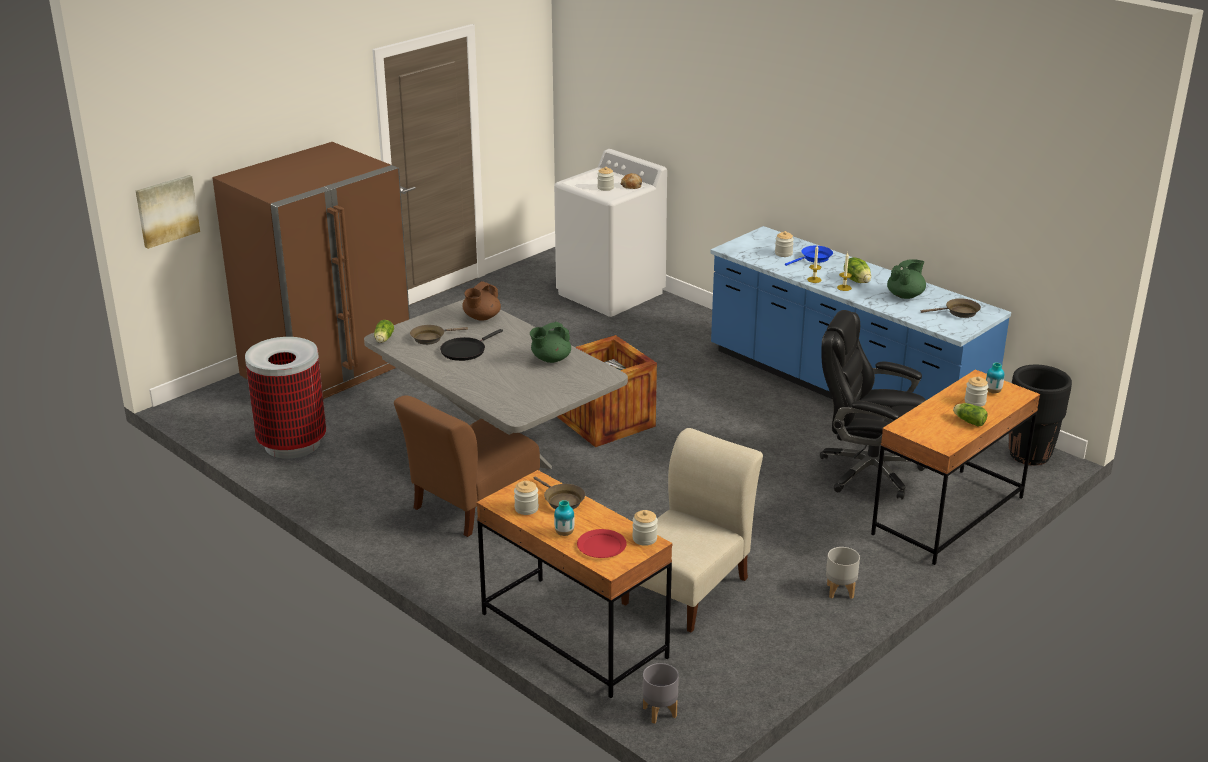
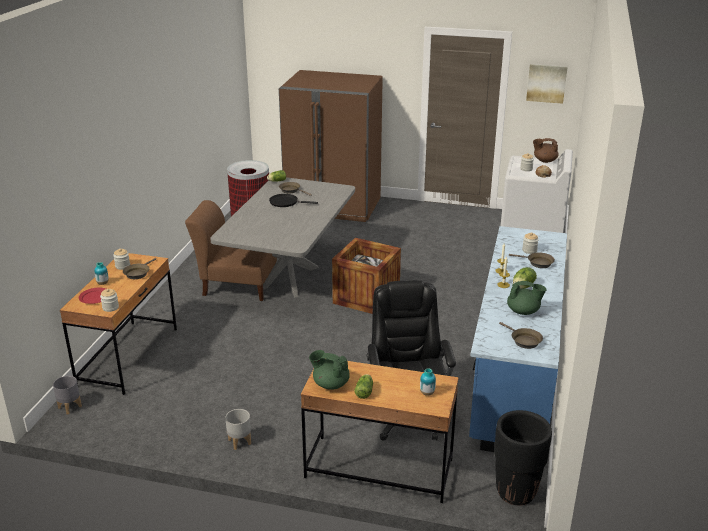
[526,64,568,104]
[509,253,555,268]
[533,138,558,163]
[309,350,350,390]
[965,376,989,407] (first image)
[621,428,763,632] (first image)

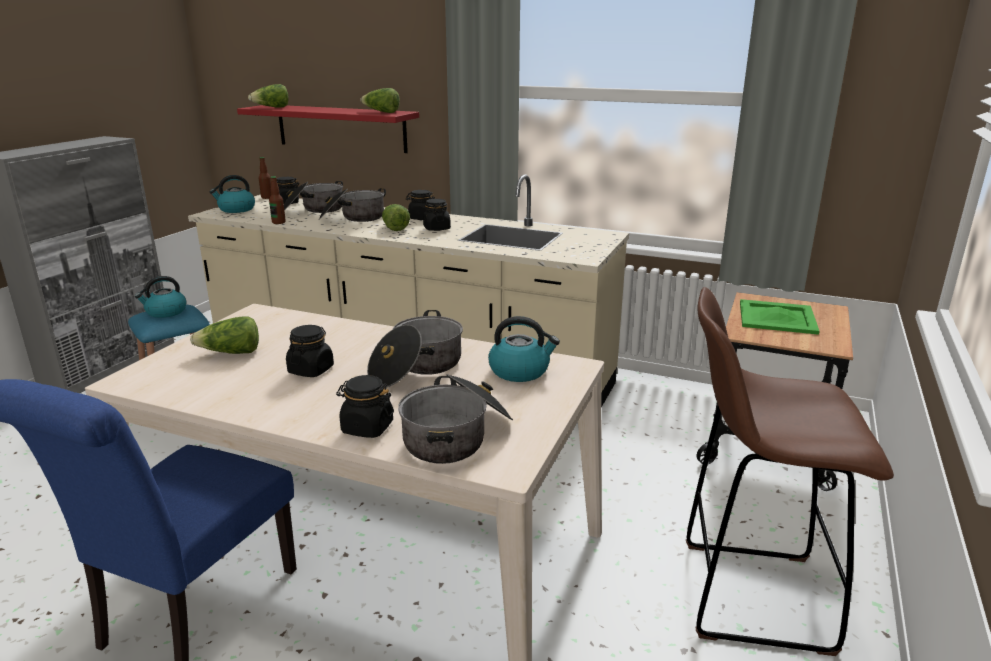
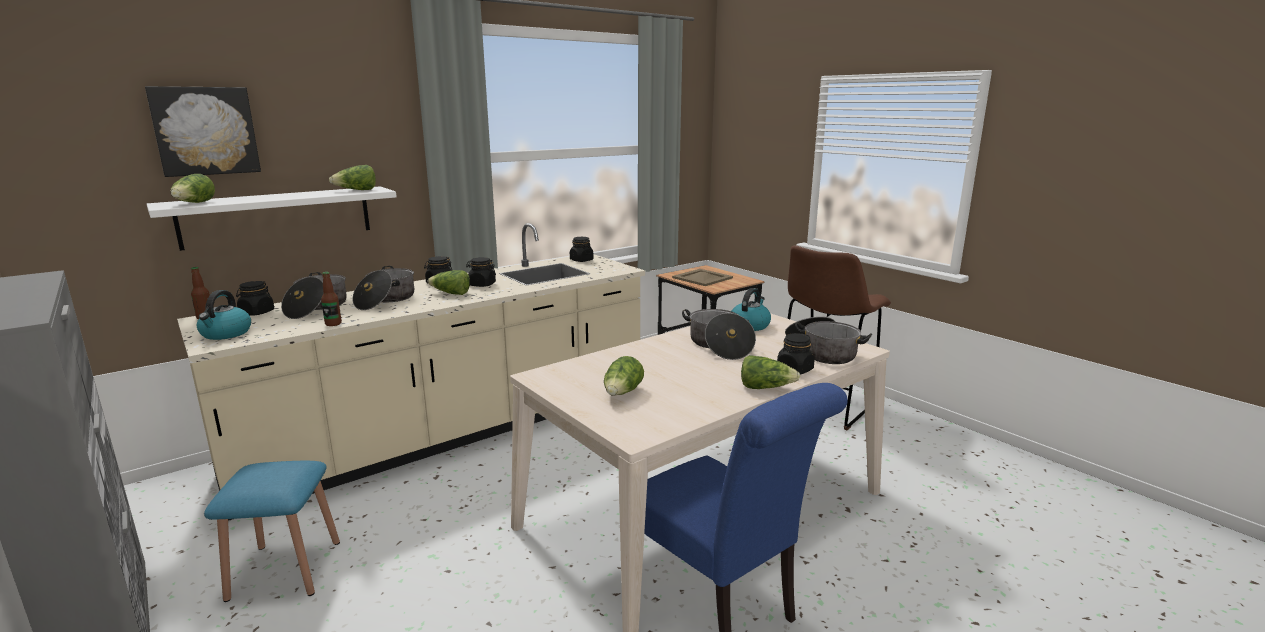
[147,186,397,251]
[135,276,187,318] (first image)
[672,269,733,286]
[570,237,594,262]
[145,86,261,177]
[741,355,800,389]

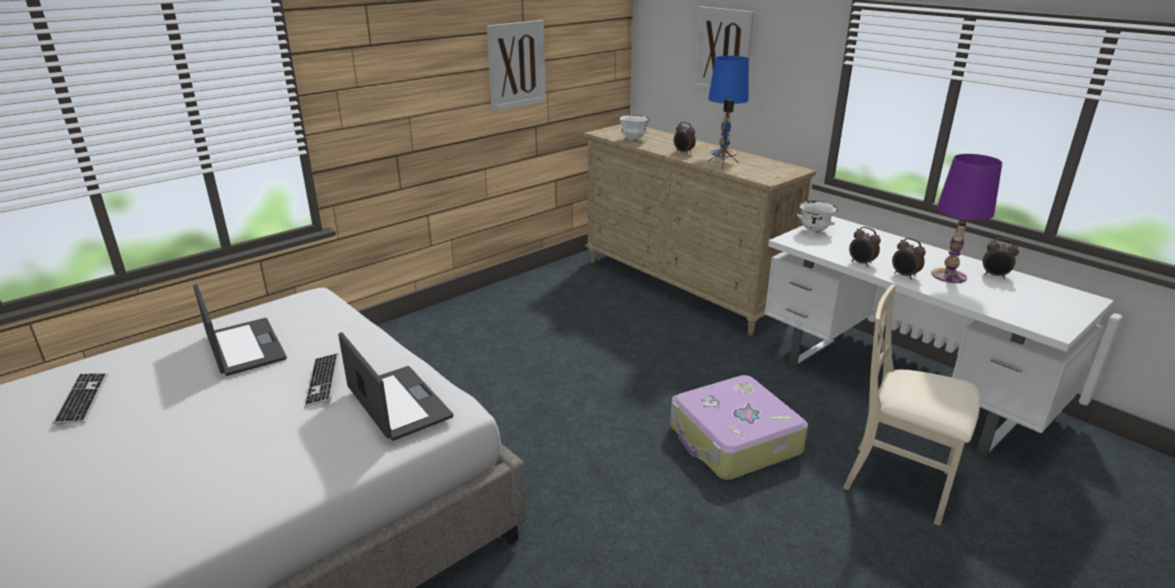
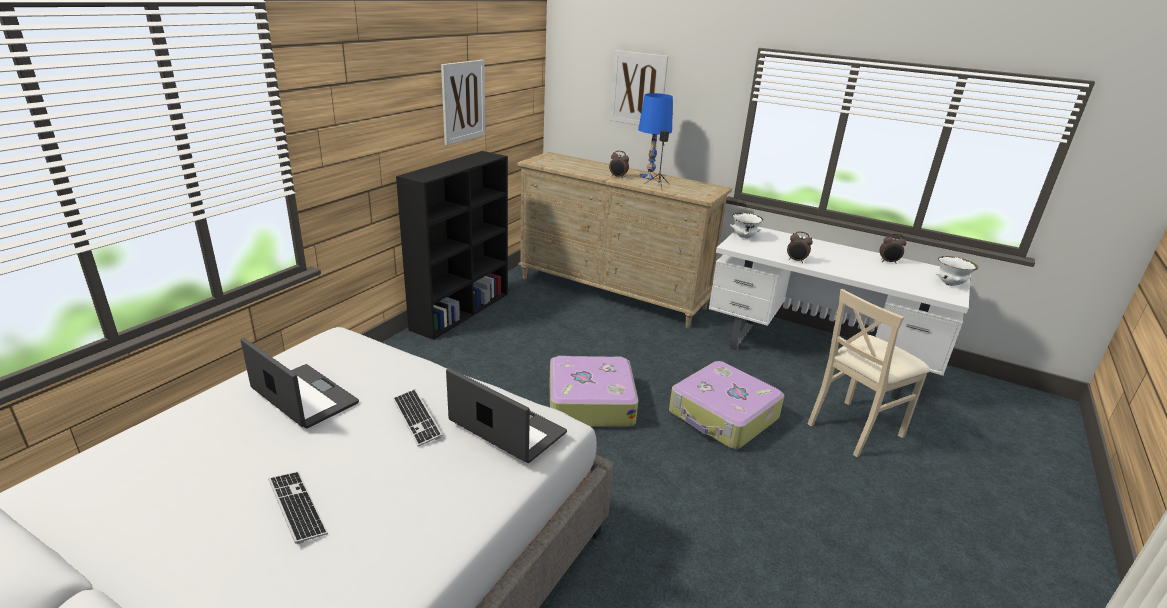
[936,256,978,286]
[931,154,1002,283] (first image)
[892,238,926,280] (first image)
[808,289,930,457]
[269,471,328,544]
[396,151,508,340]
[550,356,638,427]

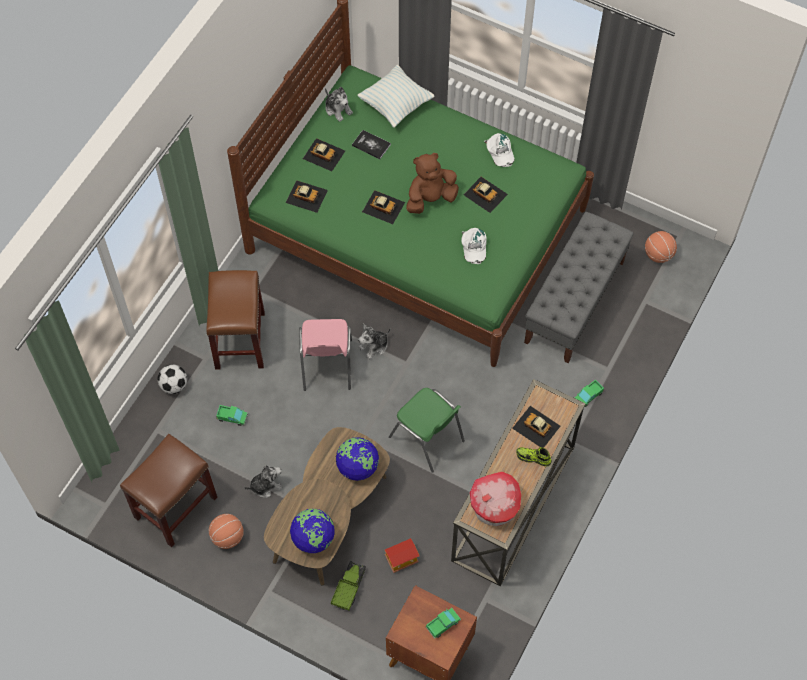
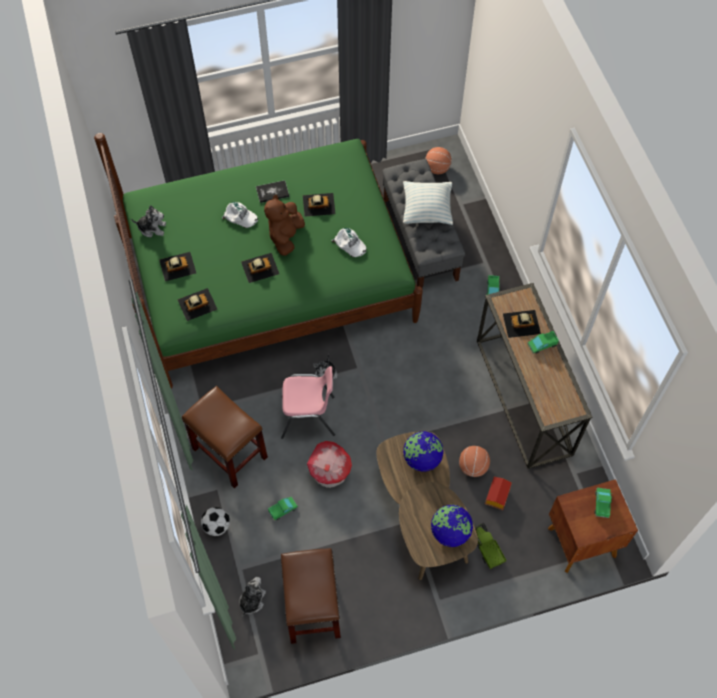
[403,181,453,225]
[256,180,289,203]
[222,202,258,228]
[281,366,335,439]
[389,388,465,473] (first image)
[527,331,559,354]
[239,577,266,616]
[307,441,352,488]
[459,446,490,477]

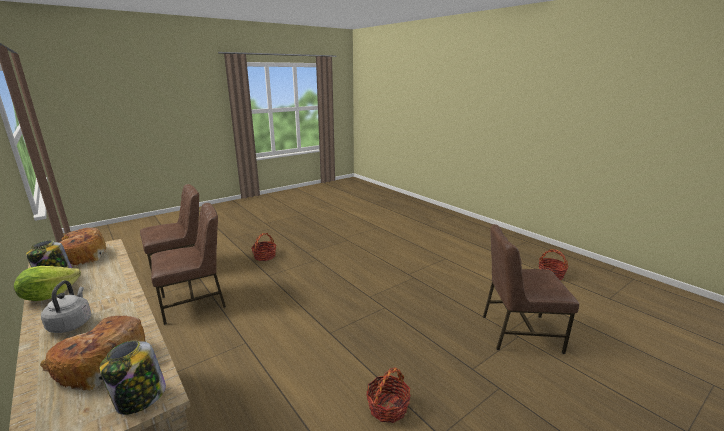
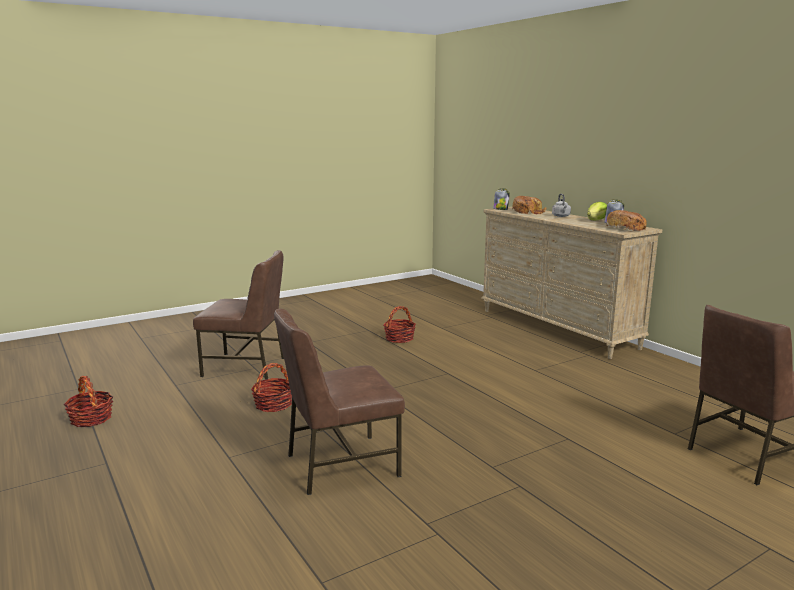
[274,308,405,495]
[251,363,292,412]

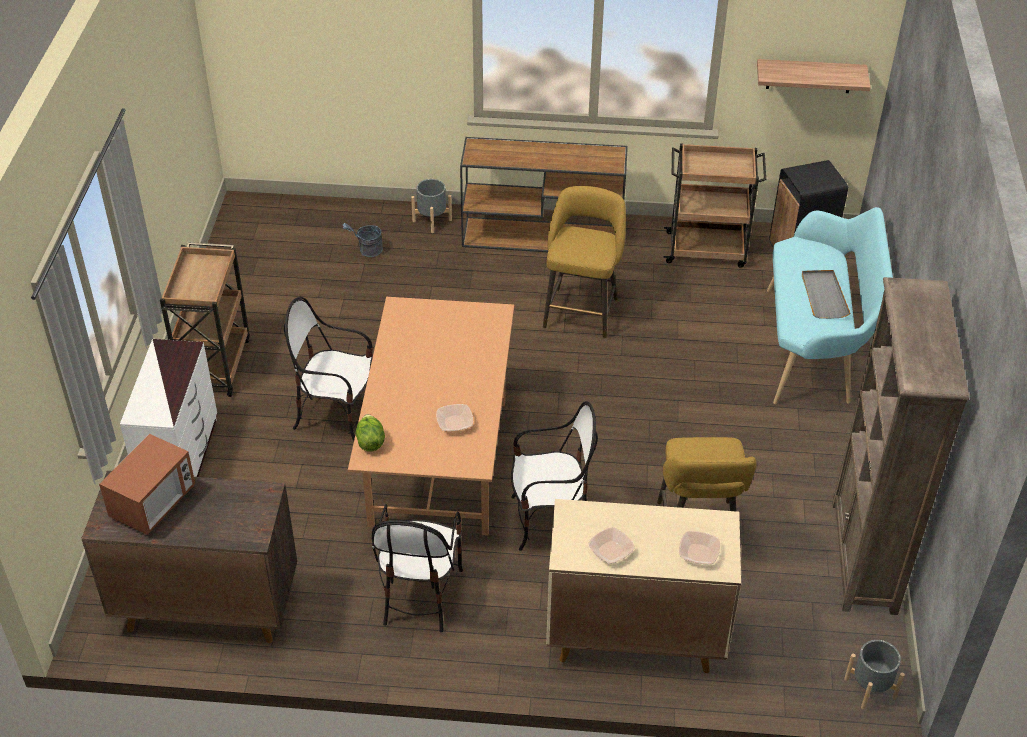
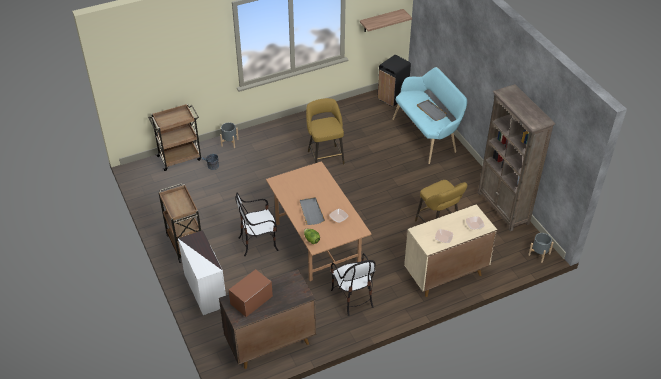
[460,137,628,252] (first image)
[148,104,201,171]
[511,401,598,551] (first image)
[229,269,273,317]
[300,197,325,225]

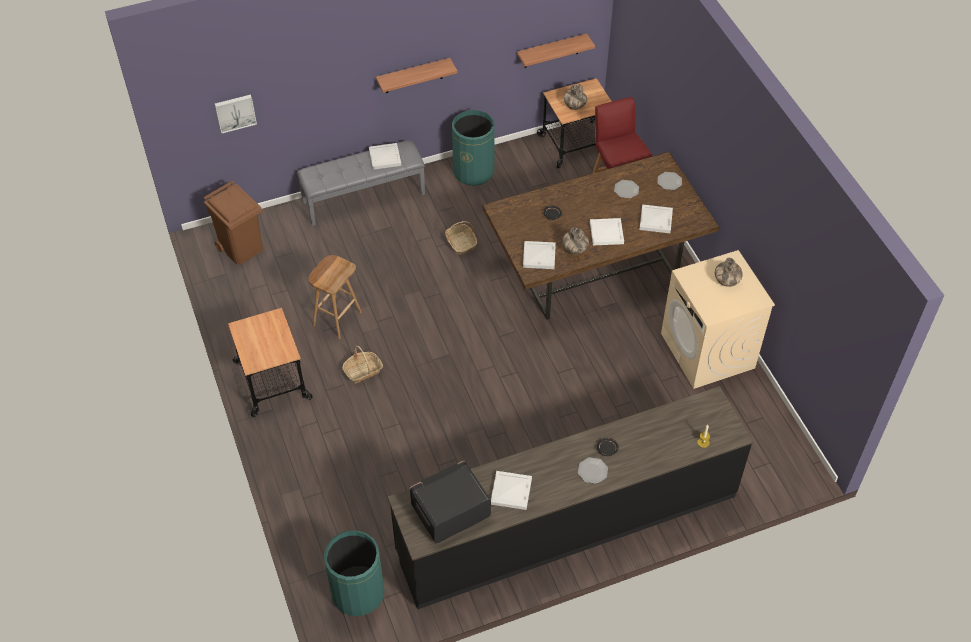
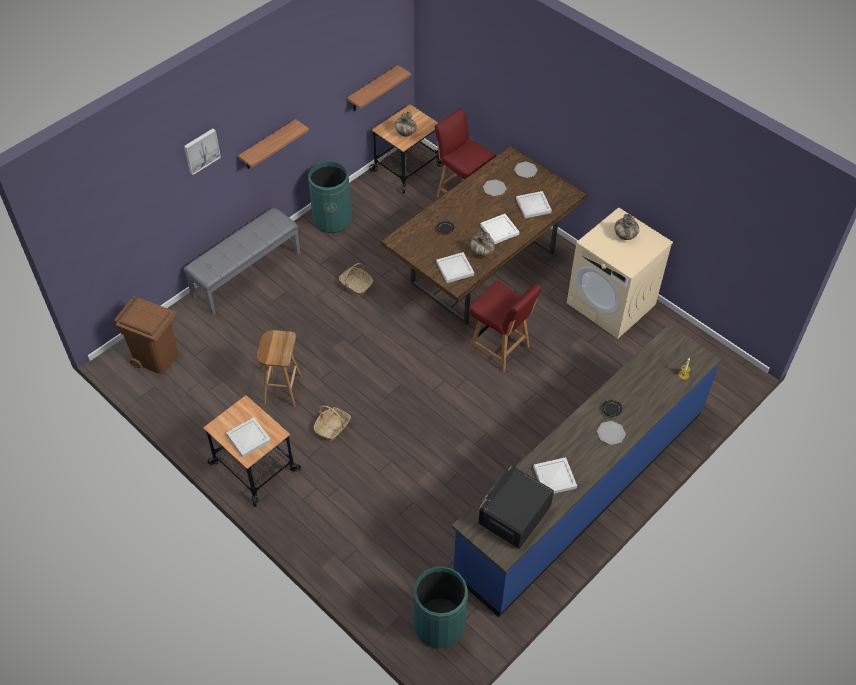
[184,129,221,175]
[226,417,271,457]
[452,324,721,617]
[469,281,542,373]

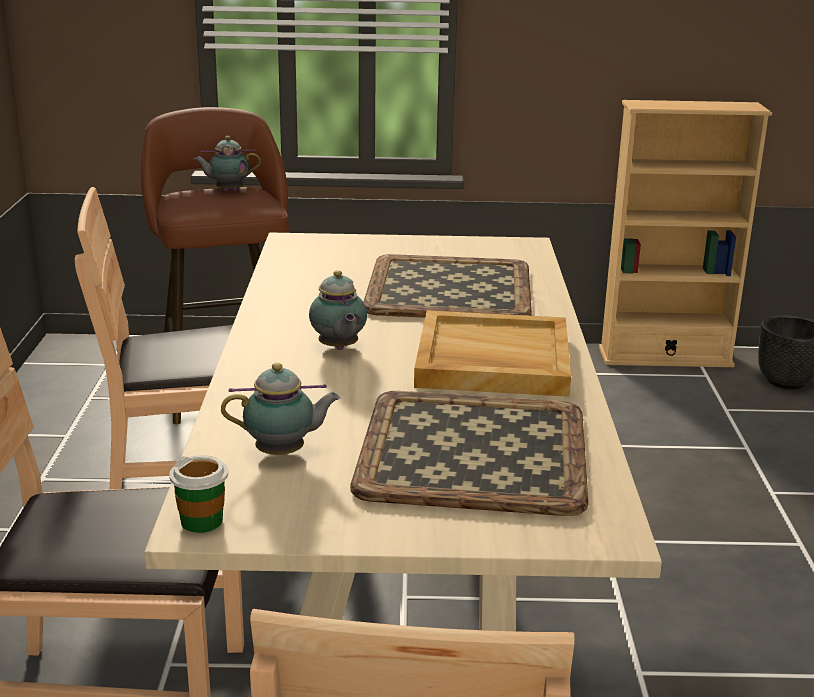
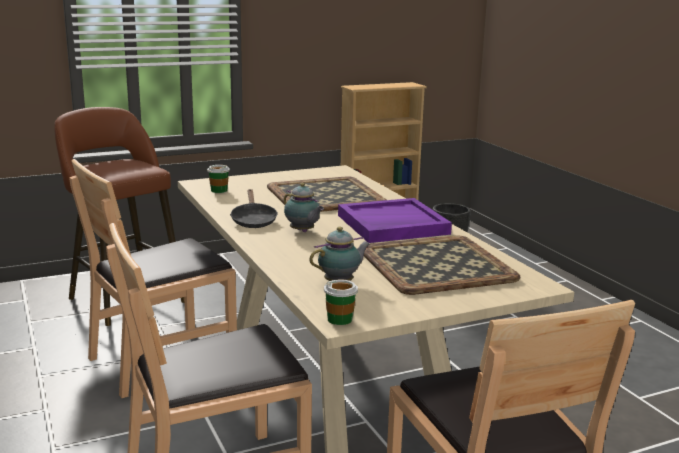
[193,136,261,191] (first image)
[338,198,452,243]
[207,165,230,193]
[230,189,278,228]

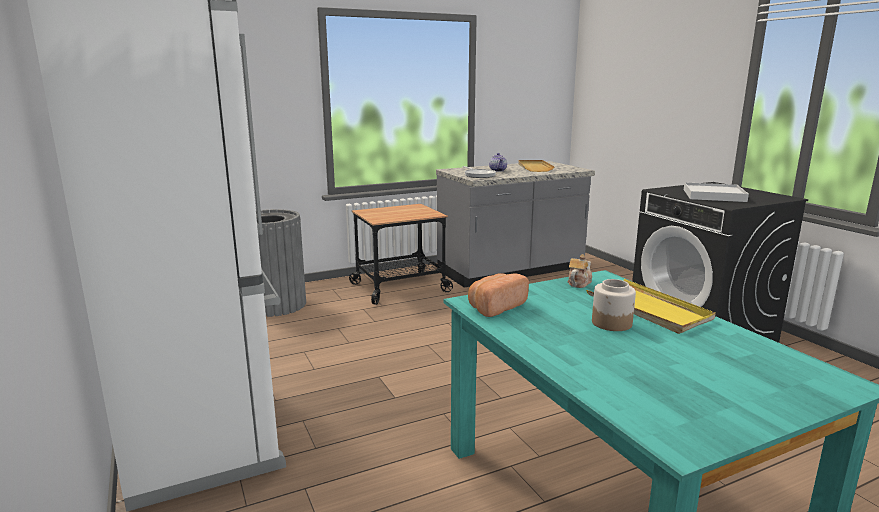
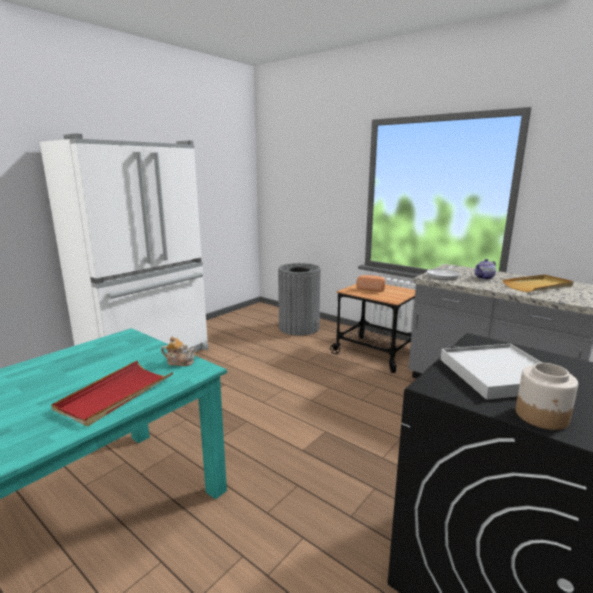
[356,275,385,292]
[51,360,173,426]
[516,363,578,430]

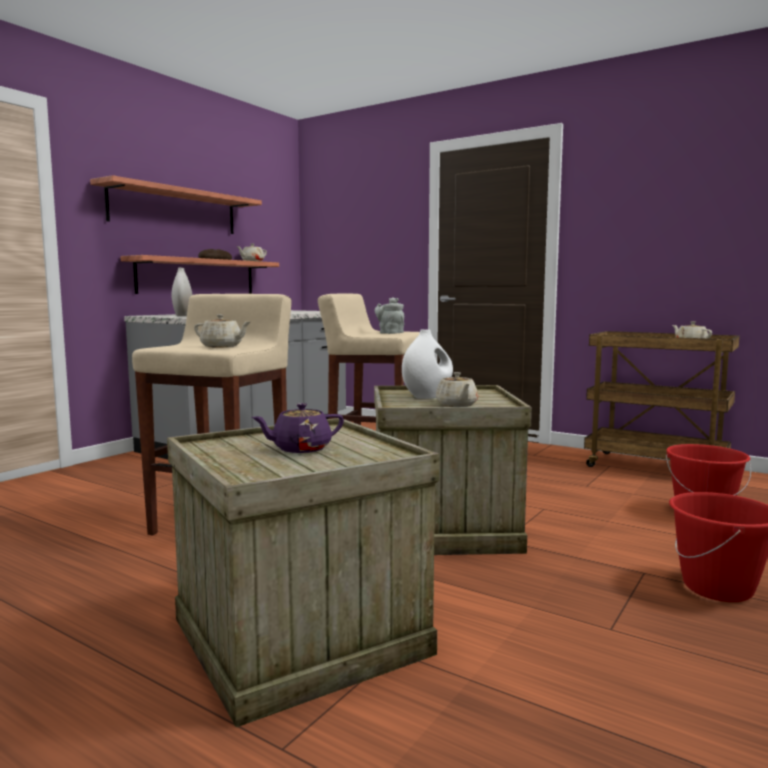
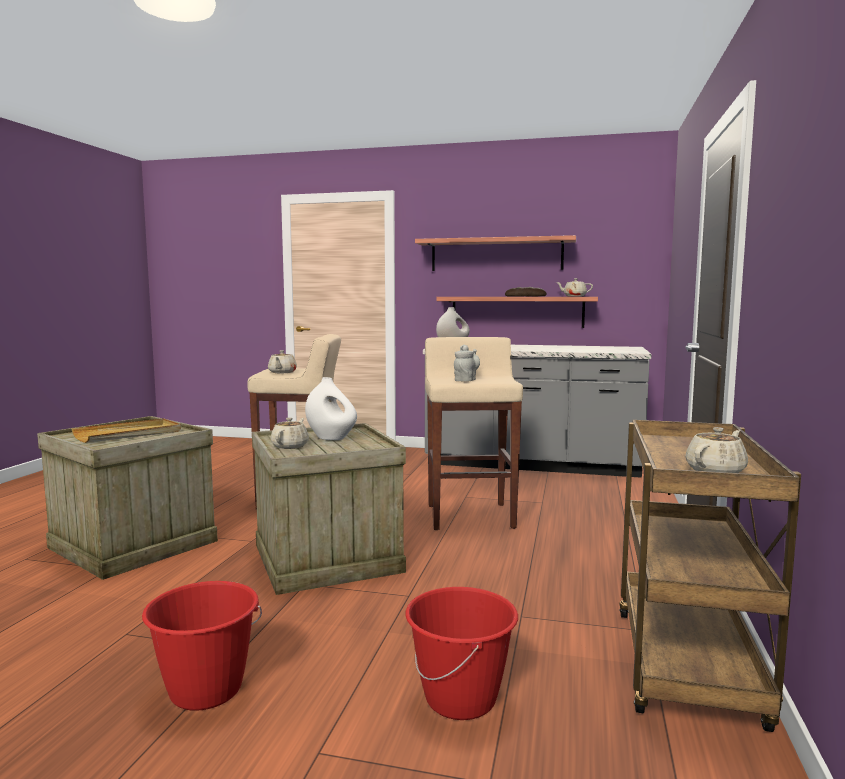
[271,417,309,449]
[71,418,181,443]

